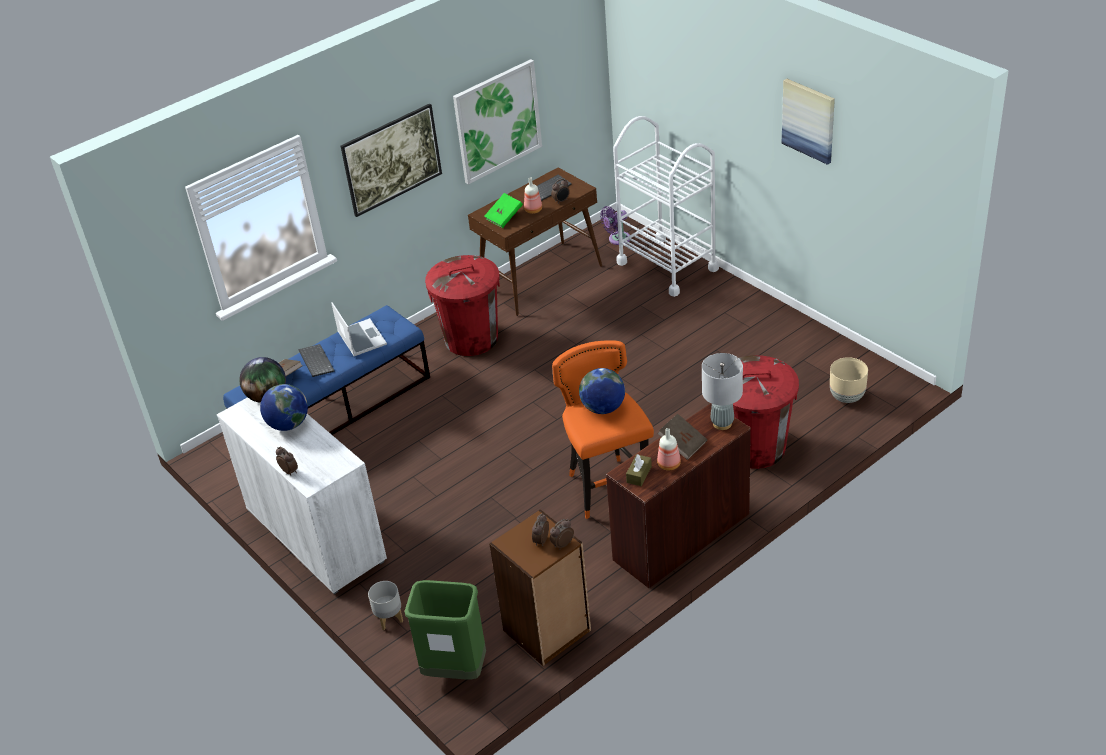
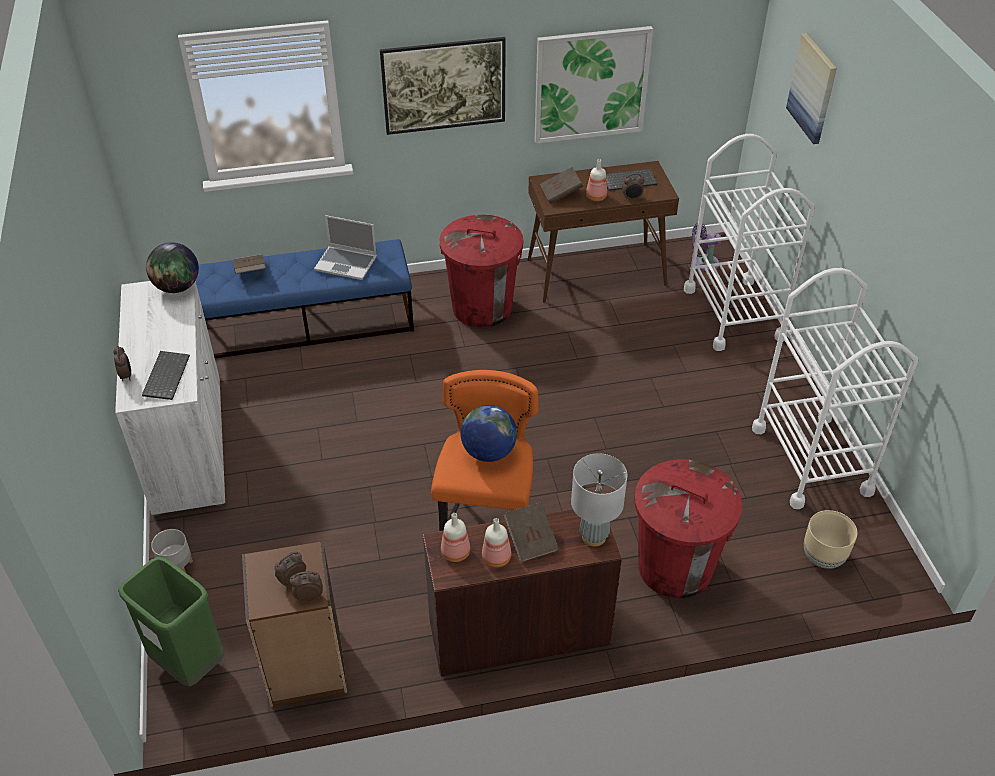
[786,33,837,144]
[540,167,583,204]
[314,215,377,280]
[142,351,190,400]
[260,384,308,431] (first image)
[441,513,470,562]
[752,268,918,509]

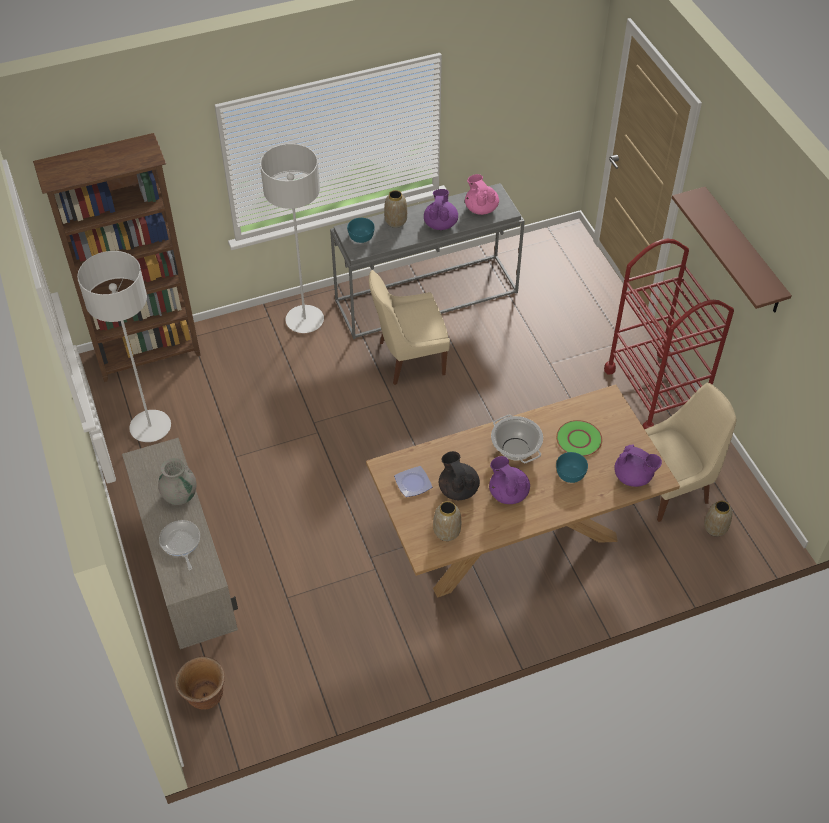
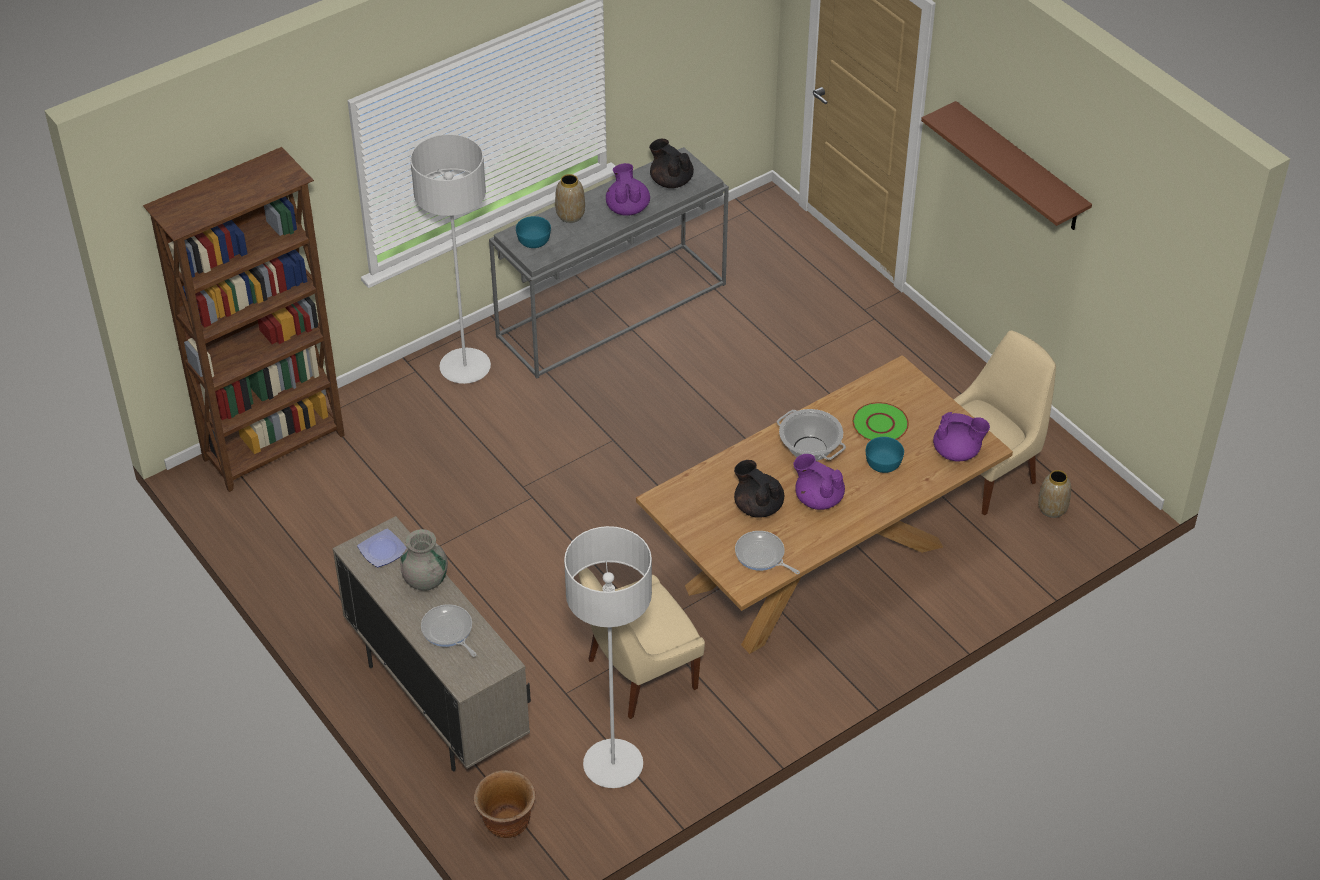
[649,139,694,188]
[604,239,734,429] (first image)
[564,526,652,788]
[578,568,705,719]
[357,528,406,567]
[735,531,800,574]

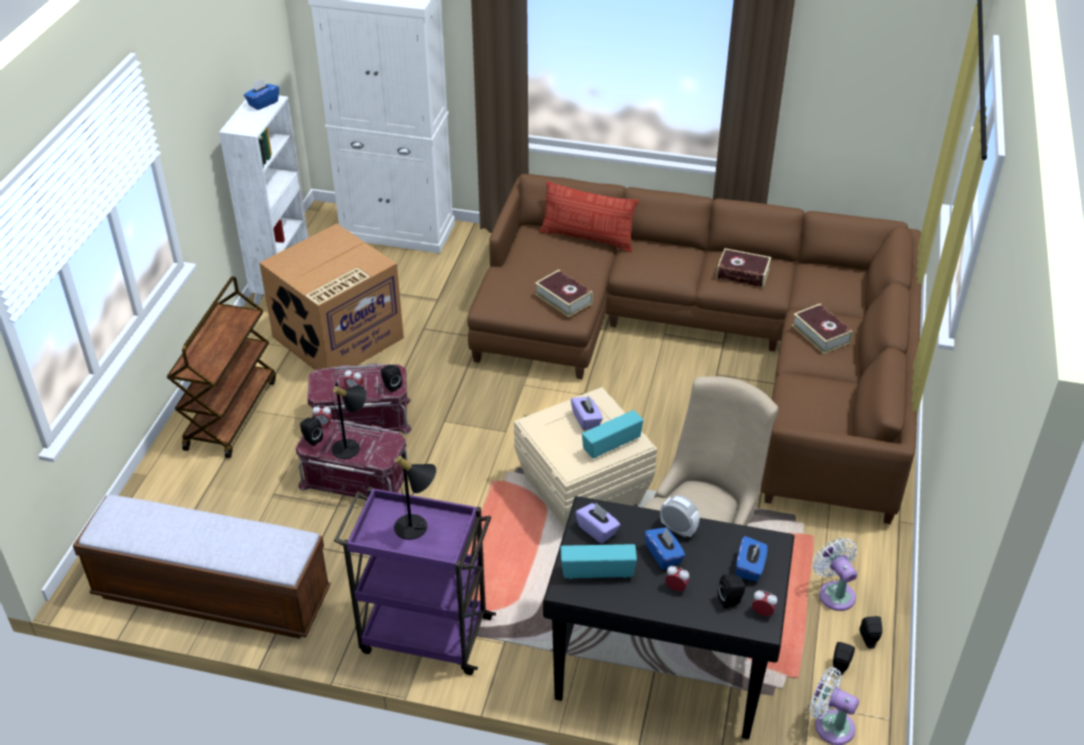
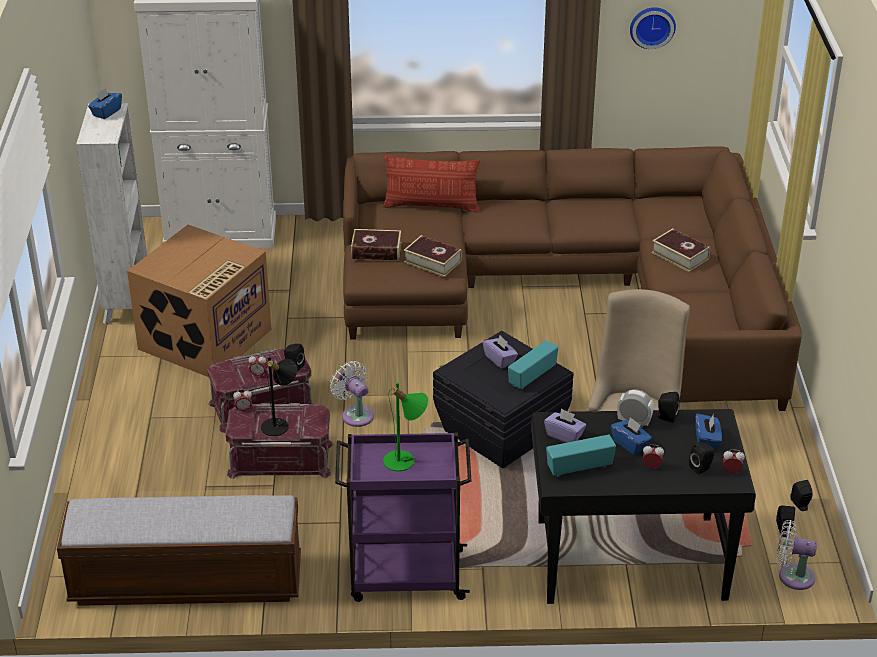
[351,229,401,261]
[167,276,276,458] (first image)
[433,331,574,468]
[656,392,680,423]
[383,382,428,471]
[330,361,374,427]
[630,7,676,49]

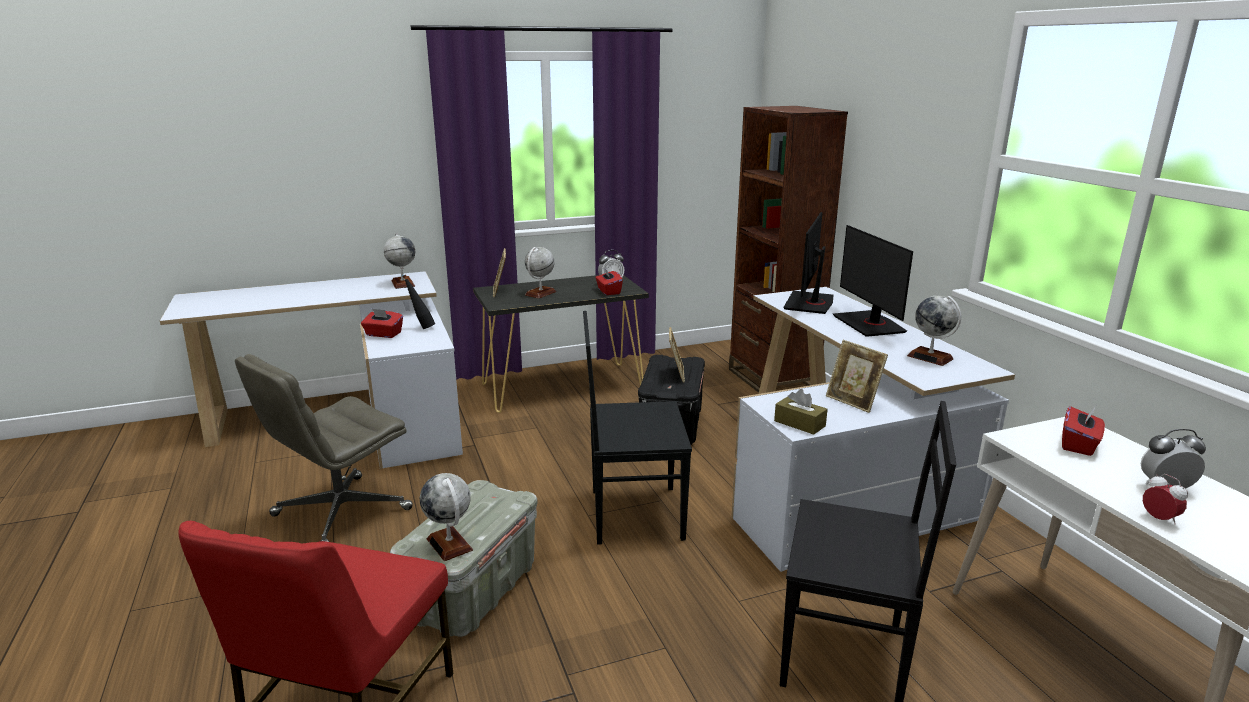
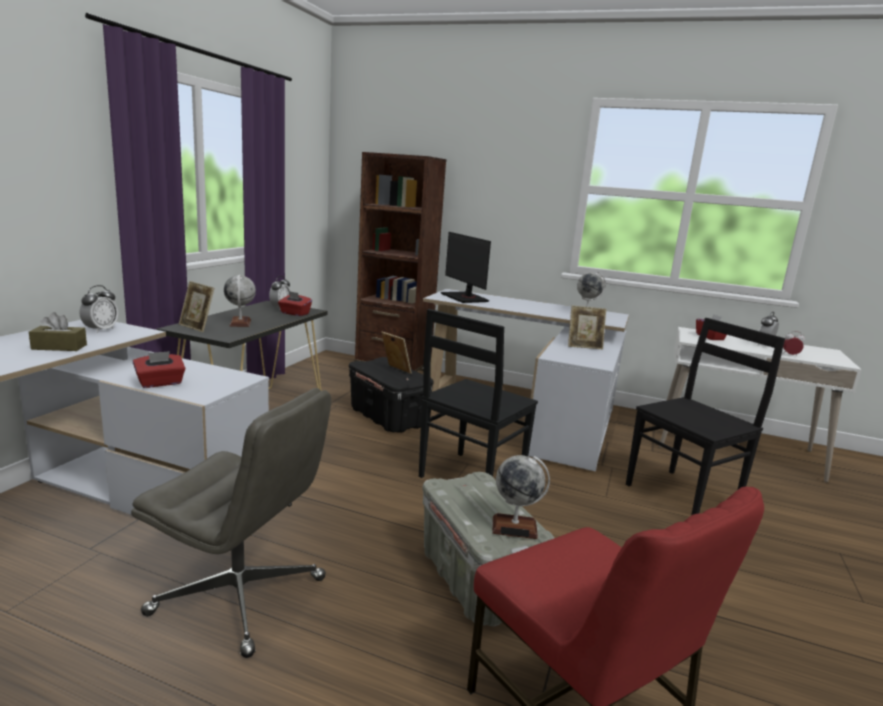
[833,225,913,337] (first image)
[79,285,118,333]
[402,275,435,329] (first image)
[131,388,331,658]
[29,312,87,351]

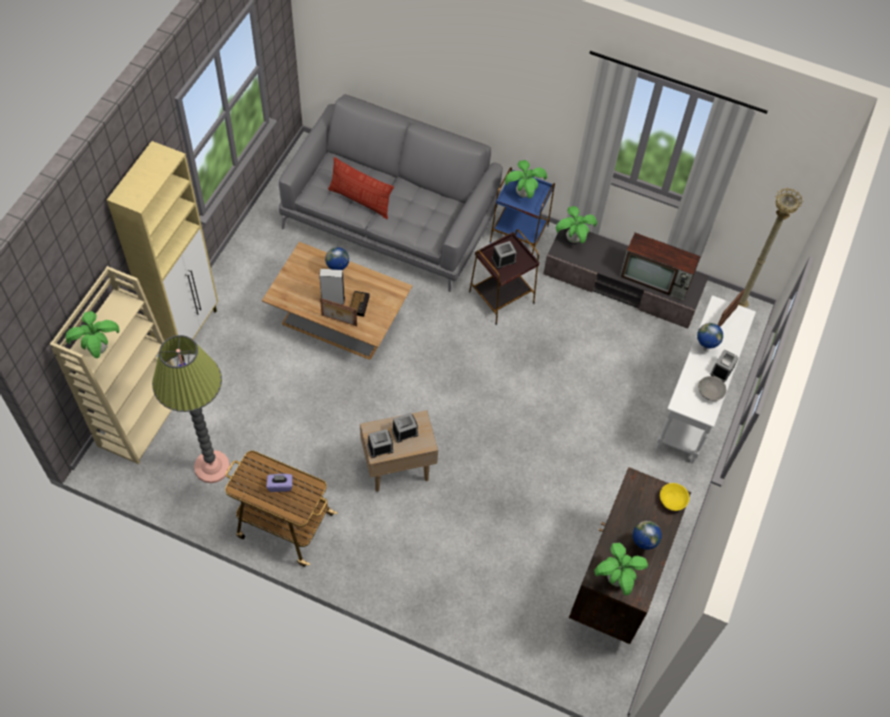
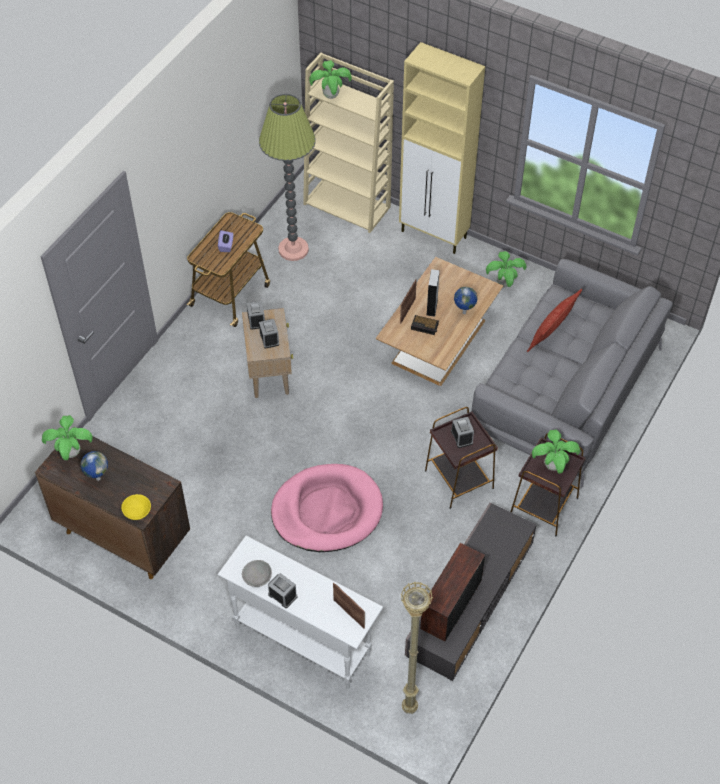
[511,433,586,537]
[486,251,527,287]
[697,323,723,350] (first image)
[271,464,383,552]

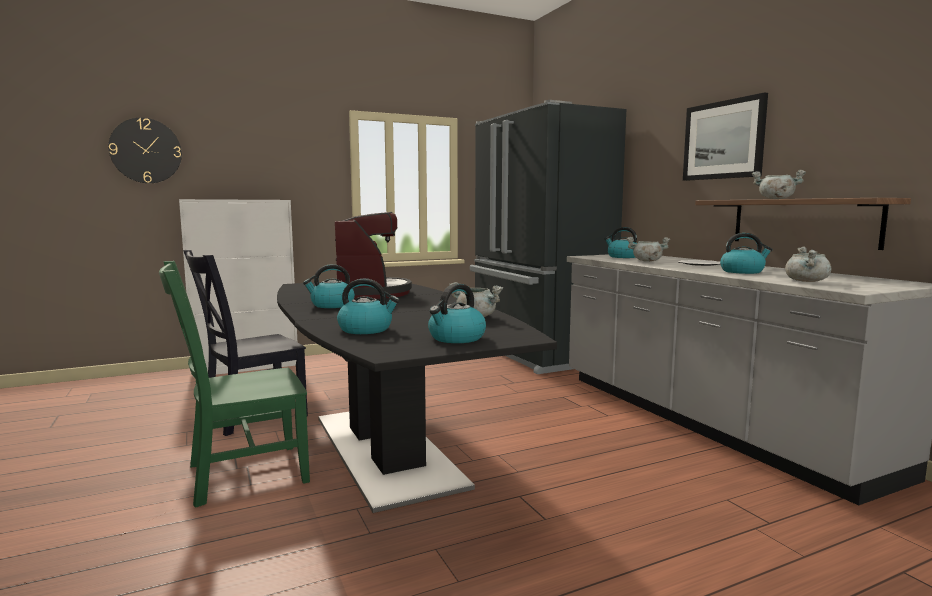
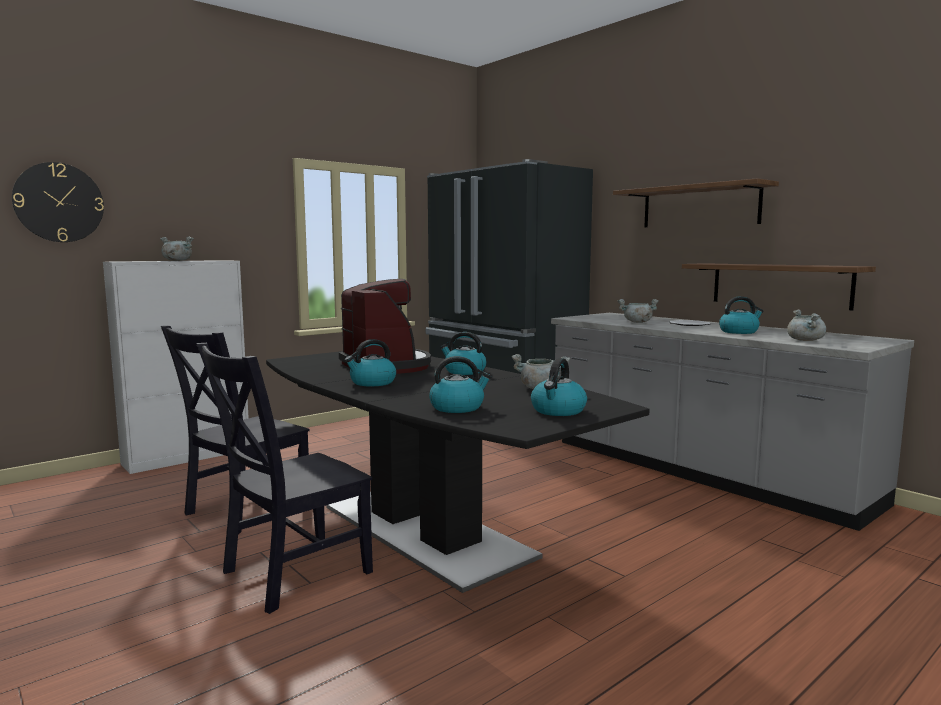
[613,178,779,227]
[160,237,194,261]
[440,332,487,375]
[196,343,373,614]

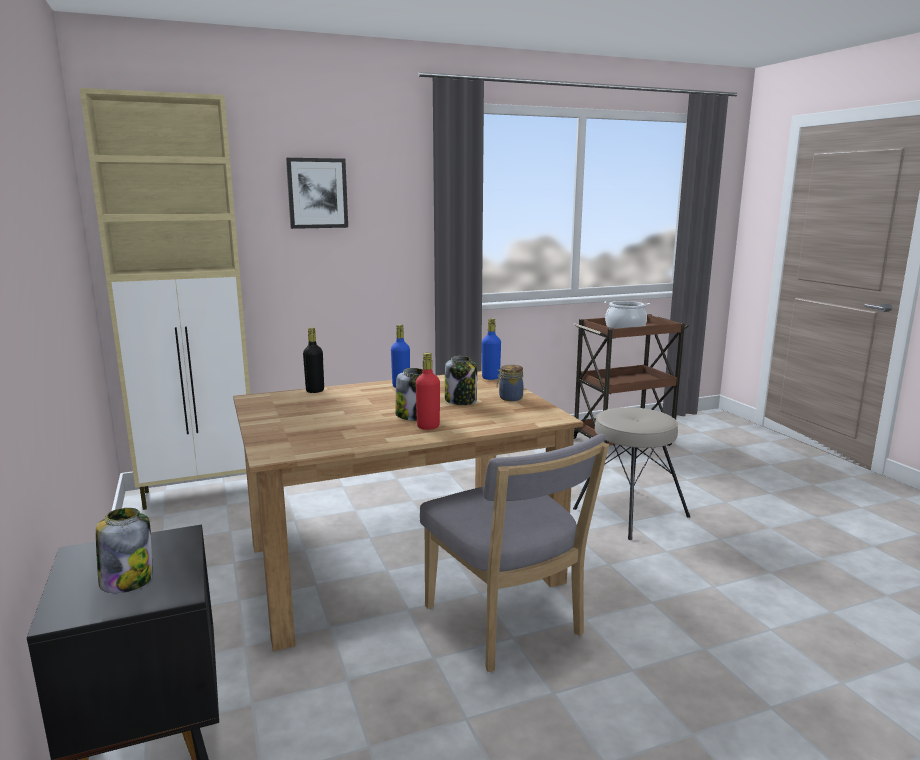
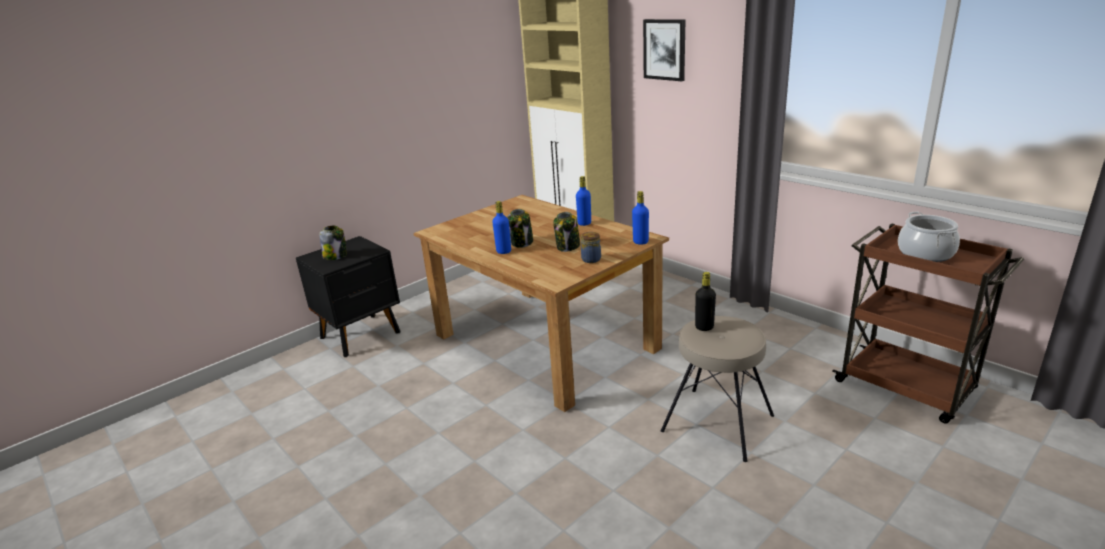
[695,272,716,331]
[492,201,511,254]
[420,434,609,672] (first image)

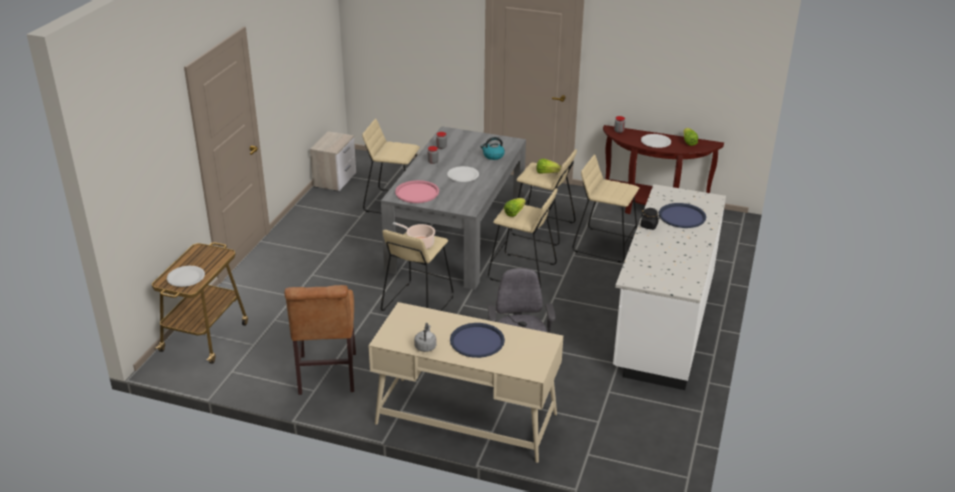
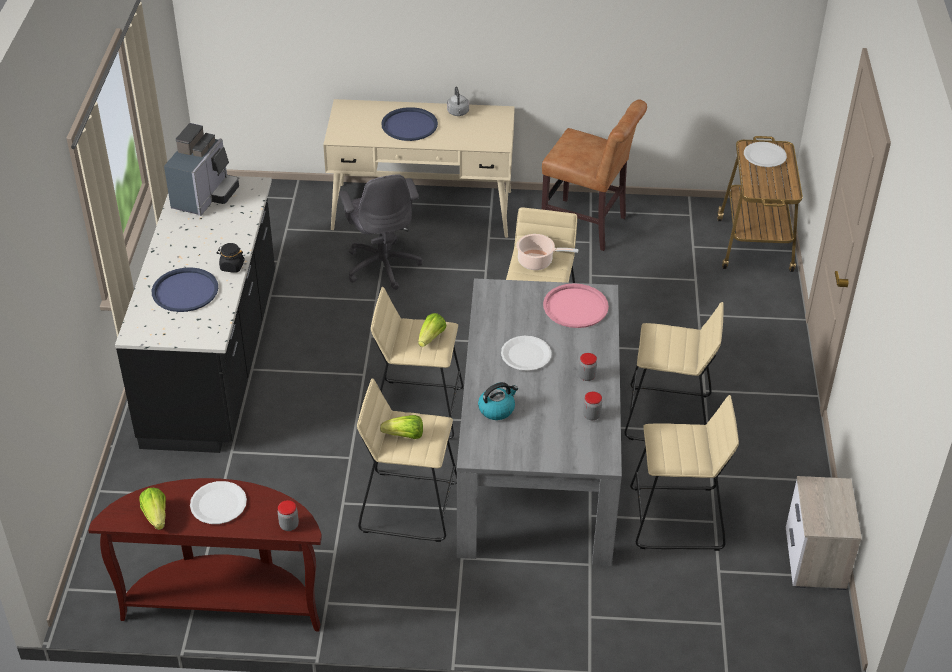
[624,302,724,441]
[115,176,275,453]
[542,100,647,251]
[164,123,239,216]

